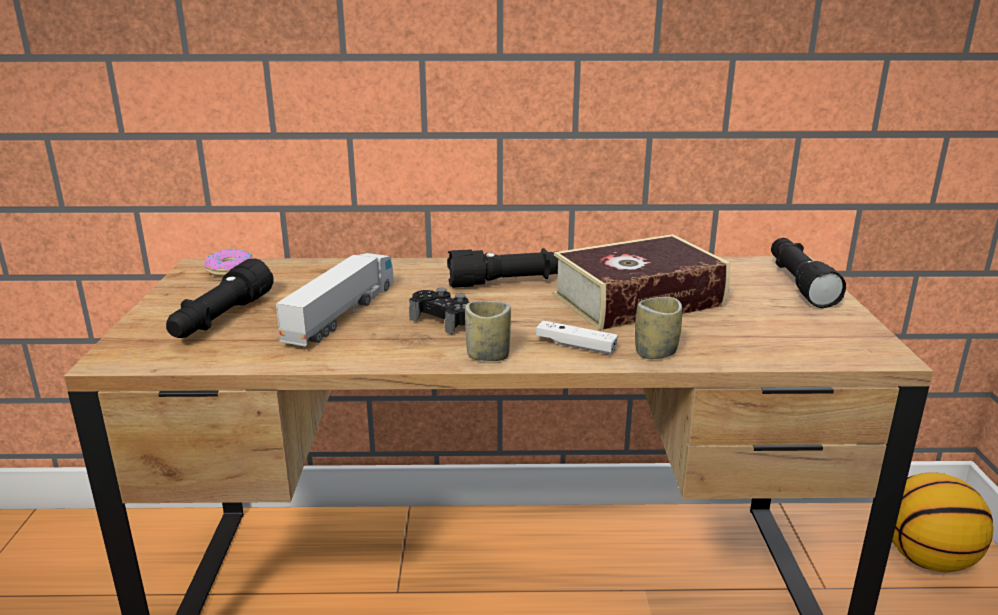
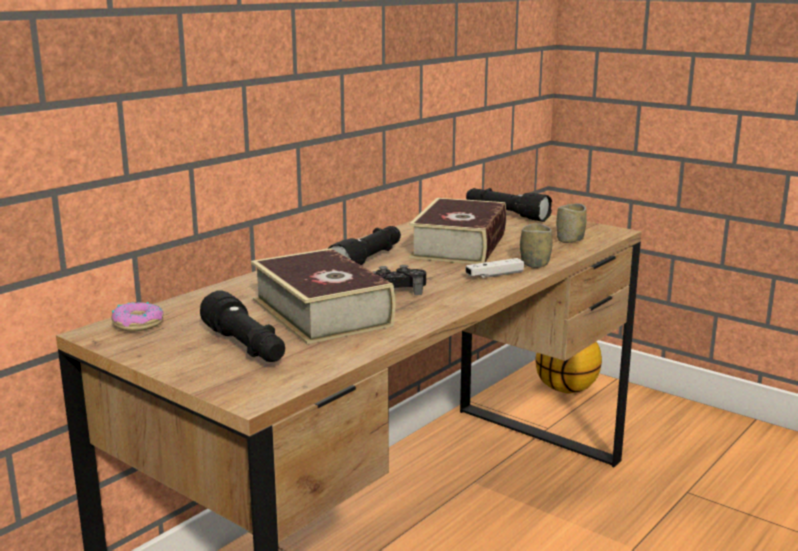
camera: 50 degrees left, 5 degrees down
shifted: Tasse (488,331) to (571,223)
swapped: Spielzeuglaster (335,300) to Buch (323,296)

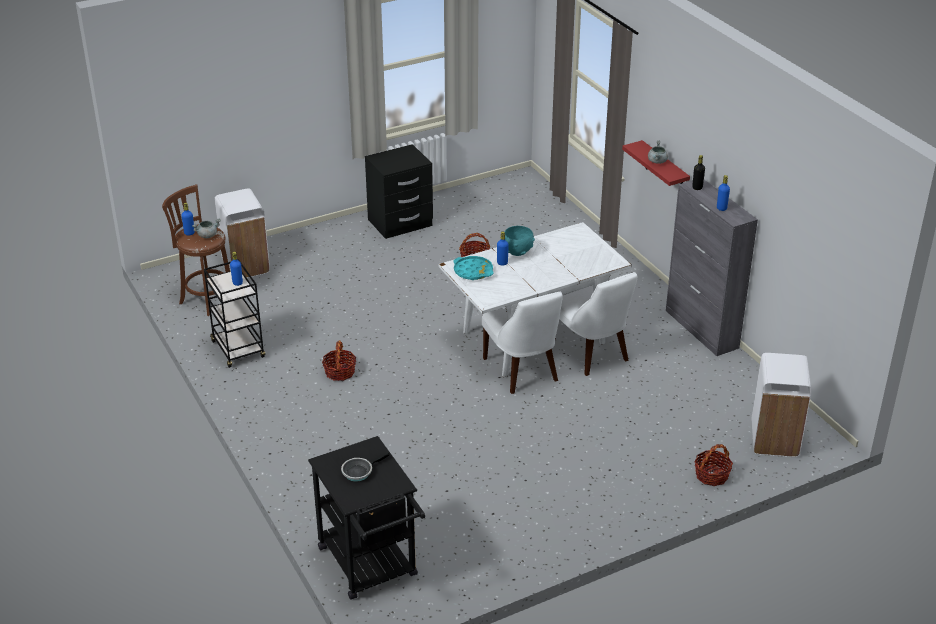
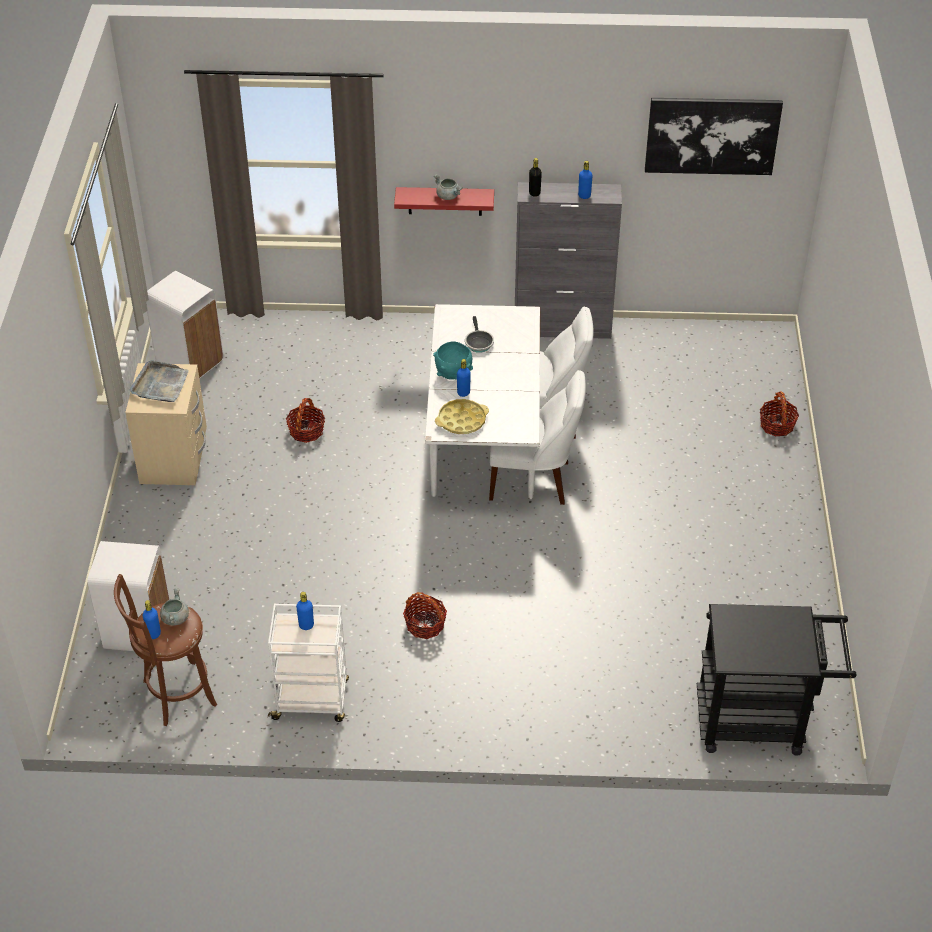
camera: 60 degrees left, 10 degrees up
new: Tablett (grau) (159,381); Bild (714,136)
shifted: Mülleimer (weiß) (781,405) to (184,325); Pfanne (365,467) to (479,334)
repainted: Nachttisch (schwarz) (399,191) to Nachttisch (beige) (166,424); Rollwagen (schwarz) (234,313) to Rollwagen (weiß) (308,663); Tablett (türkis) (474,268) to Tablett (gelb) (462,416)

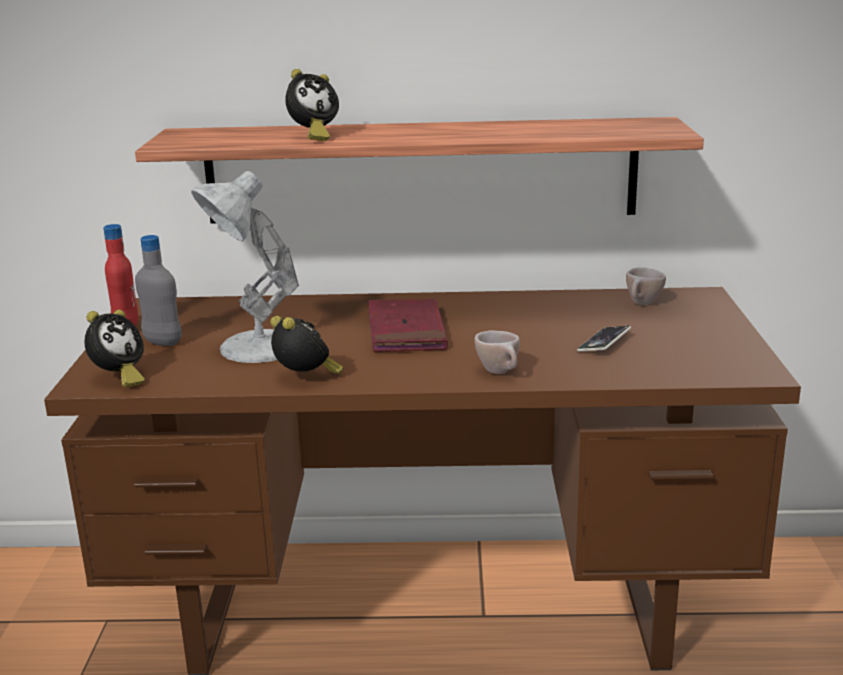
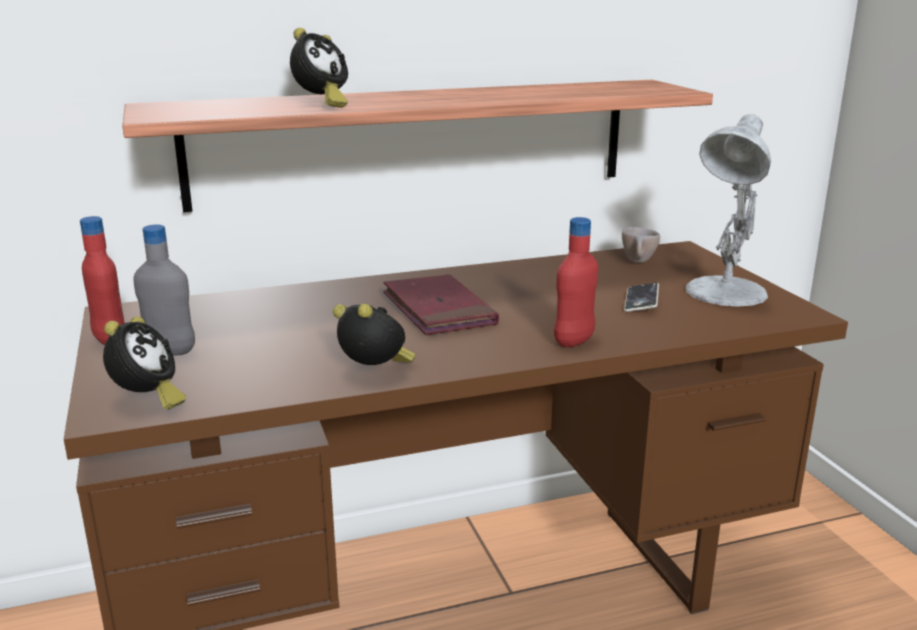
camera: 20 degrees left, 0 degrees up
shifted: Tischlampe (weiß) (245,267) to (728,210)
swapped: Tasse (beige) (497,352) to Flasche (rot) (576,282)

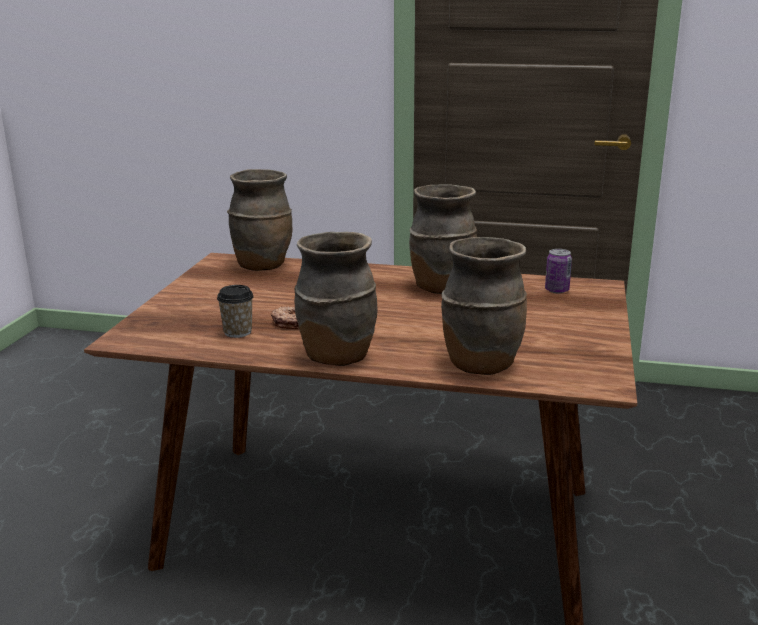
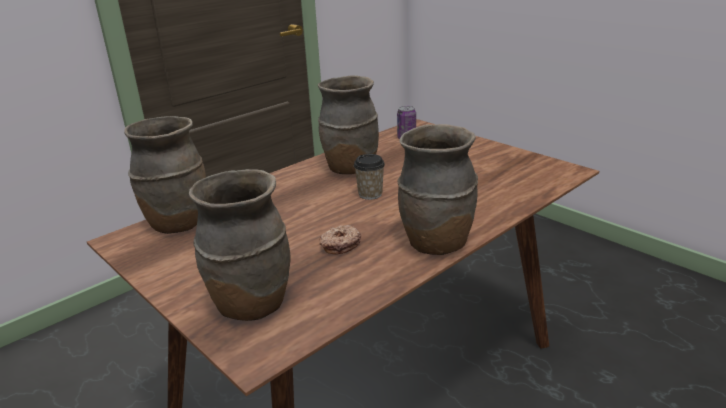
camera: 55 degrees left, 5 degrees up
shifted: Vase (braun) (484,306) to (239,245); Tasse (235,311) to (369,177)

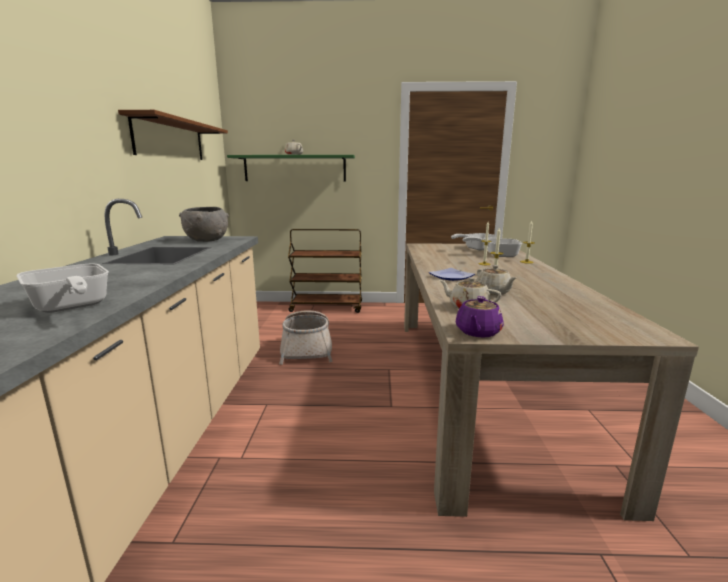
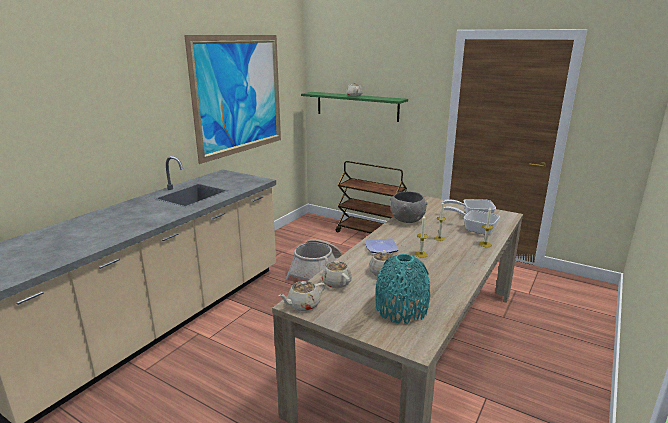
camera: 30 degrees right, 5 degrees up
gone: Pfanne (62,288)
new: Vase (türkis) (402,289)
shifted: Schüssel (grau) (204,224) to (409,207)
swapped: Wandregal (braun) (173,135) to Bild (232,99)
repainted: Teekanne (lila) (480,317) to Teekanne (beige) (301,296)

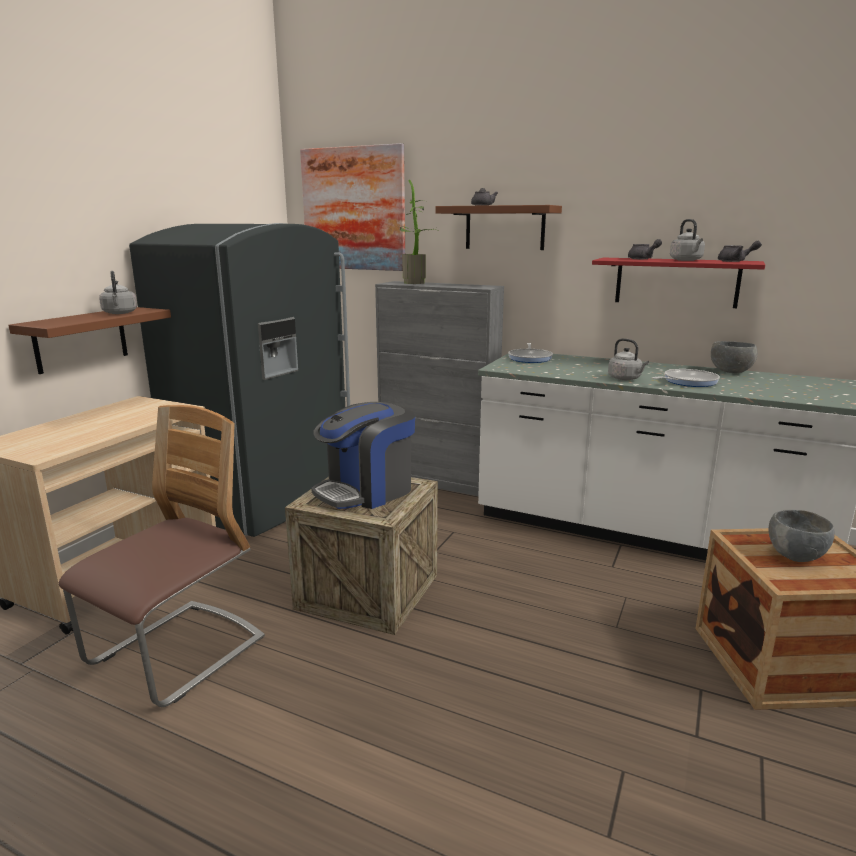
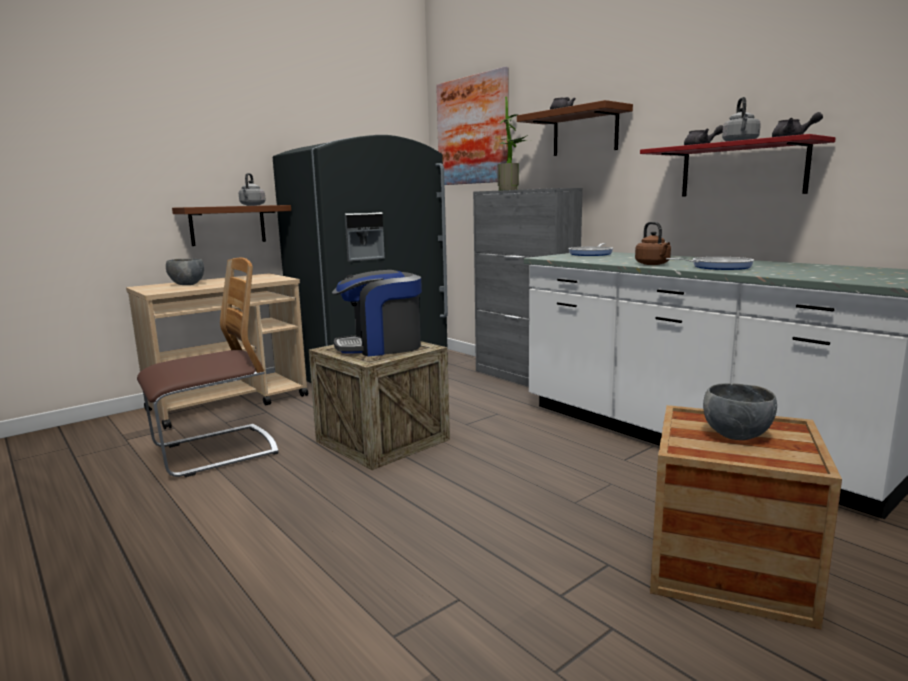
camera: 25 degrees right, 5 degrees down
shifted: Schüssel (grau) (734,357) to (185,272)
repainted: Wasserkessel (grau) (628,359) to Wasserkessel (braun) (653,243)

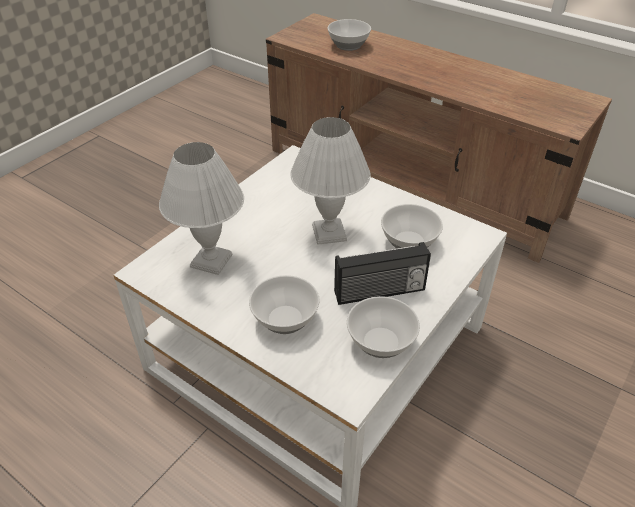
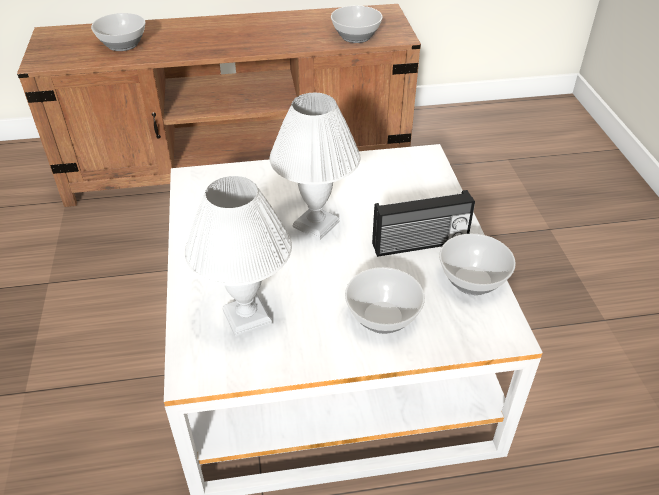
camera: 45 degrees left, 0 degrees up
shifted: Schüssel (412,226) to (357,24)
rotated: Radio (382,273) = (423,223) 45 degrees clockwise

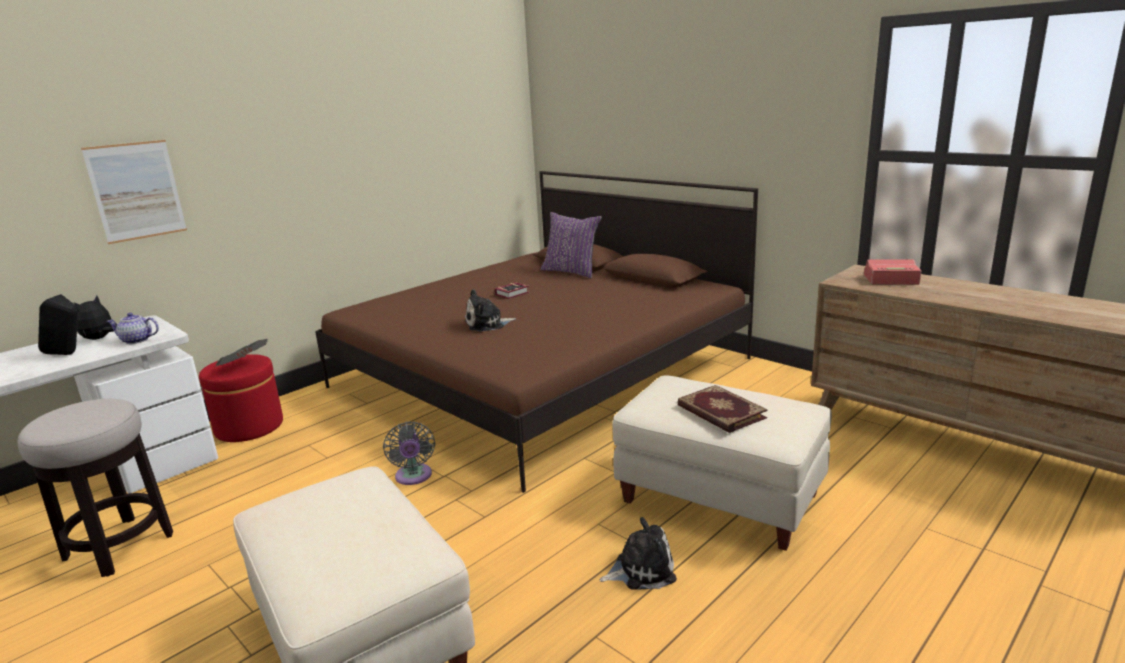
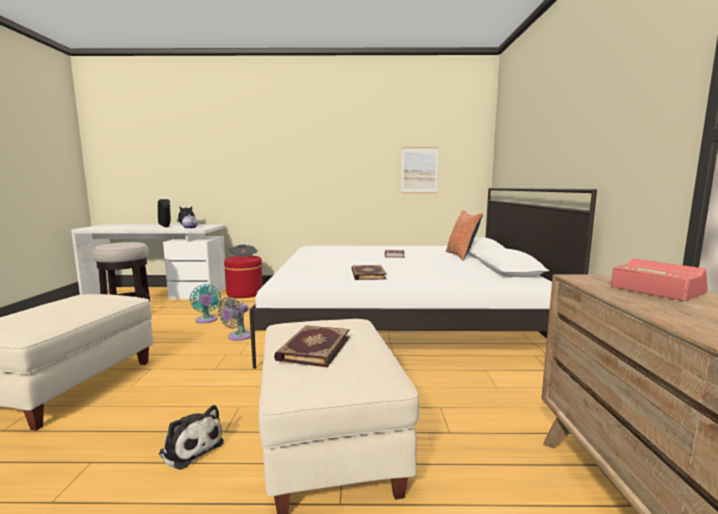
camera: 45 degrees right, 10 degrees down
gone: Plüschtier (490,310)
new: Ventilator (türkis) (205,303); Buch (369,272)
shifted: Bild (134,192) to (420,170)
repainted: Bett (braun) (536,332) to Bett (weiß) (423,278); Kissen (lila) (571,245) to Kissen (orange) (464,236)

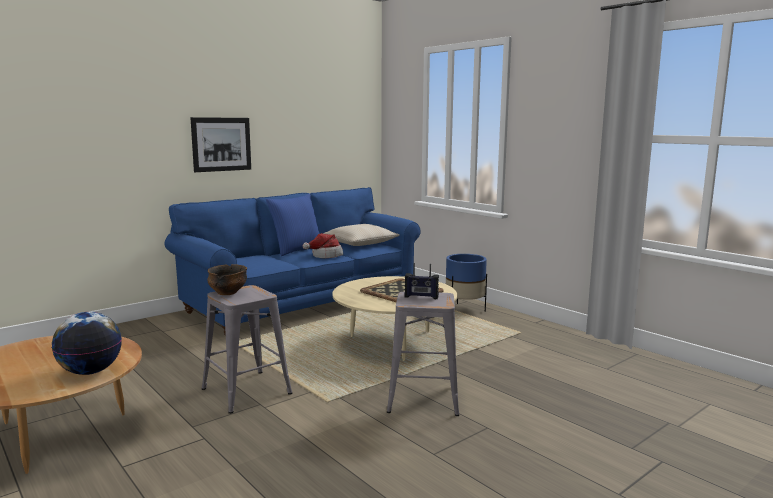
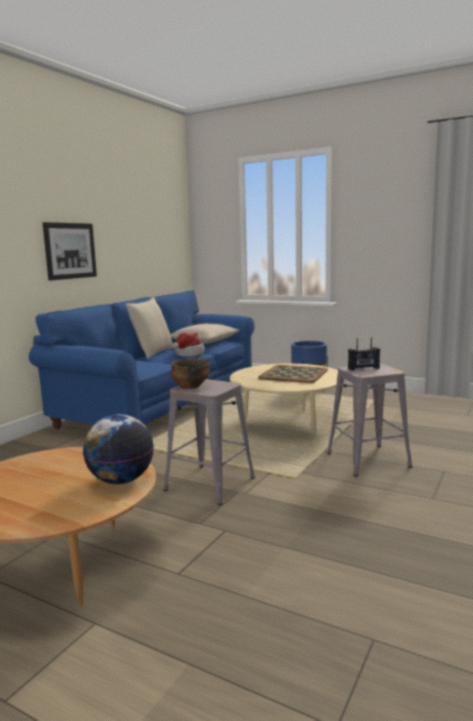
camera: 20 degrees left, 0 degrees up
repainted: Kissen (blau) (293,224) to Kissen (beige) (149,328)

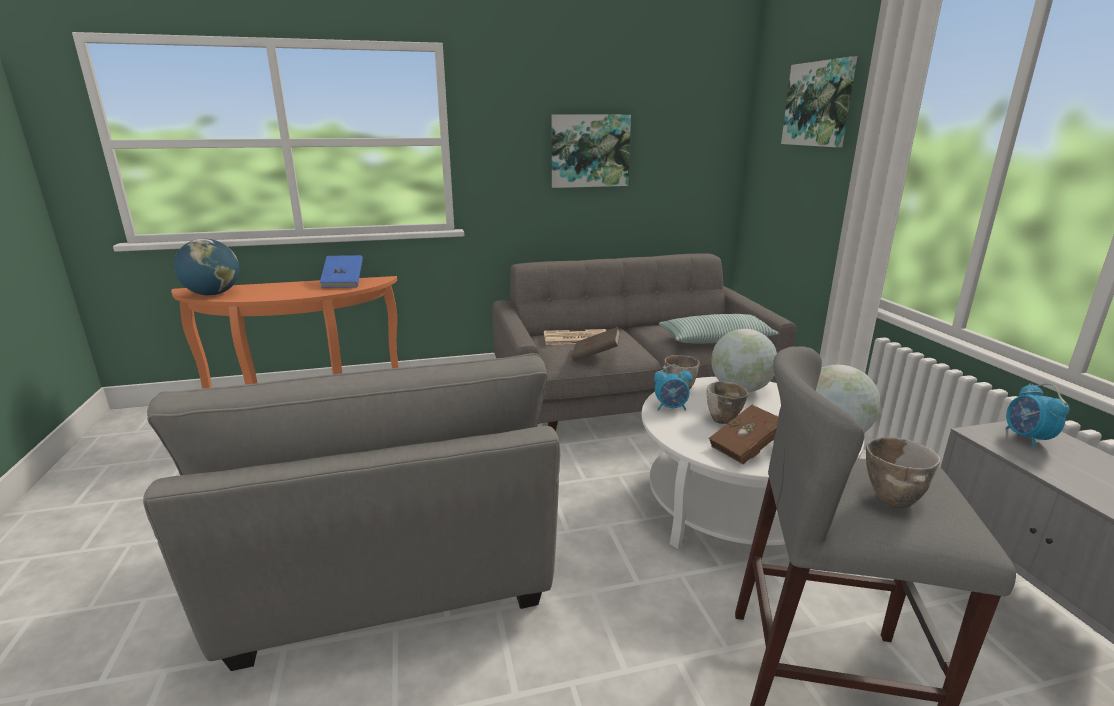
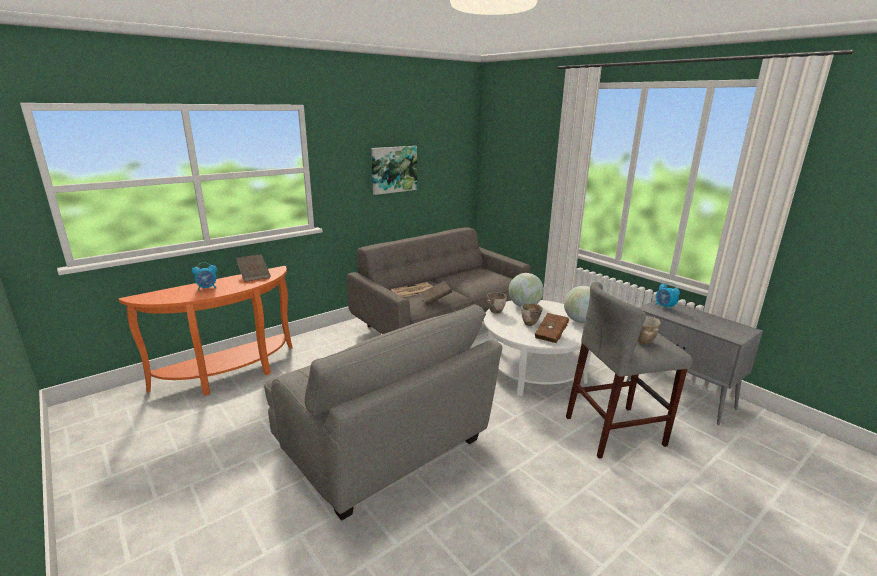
camera: 25 degrees left, 0 degrees up
gone: Globus (206,267); Kissen (719,329); Bild (819,101)
shifted: Wecker (673,387) to (204,276)
repainted: Buch (blau) (341,271) to Buch (braun) (254,268)

